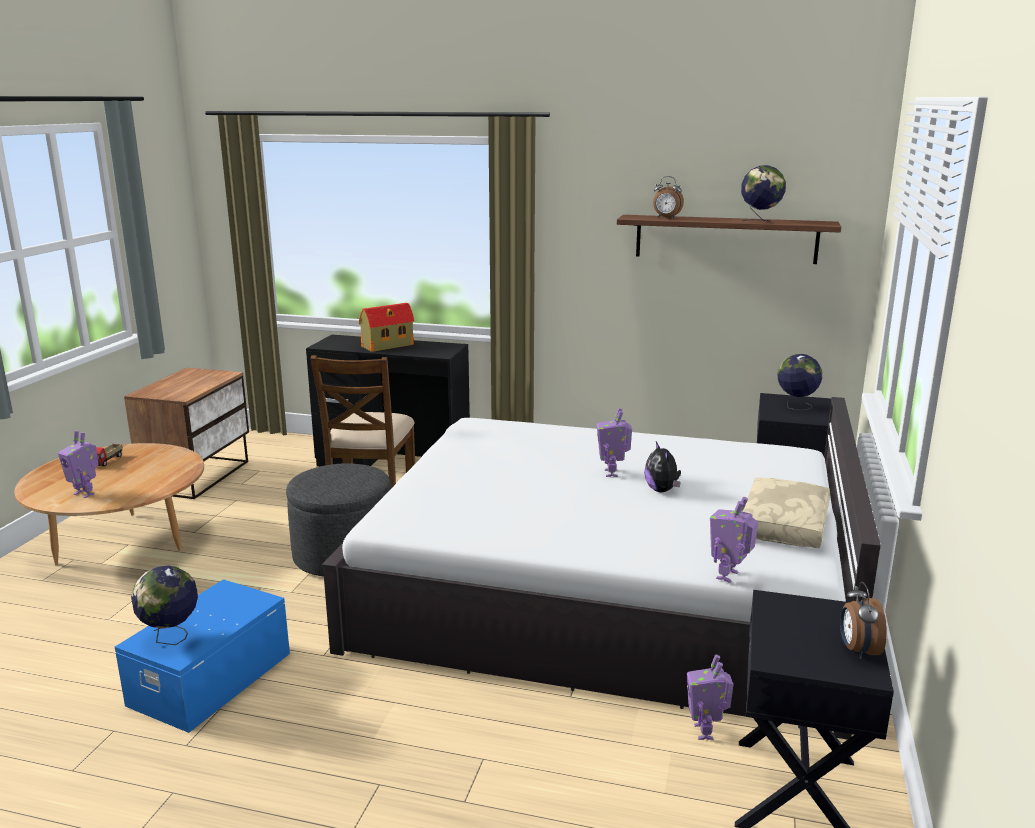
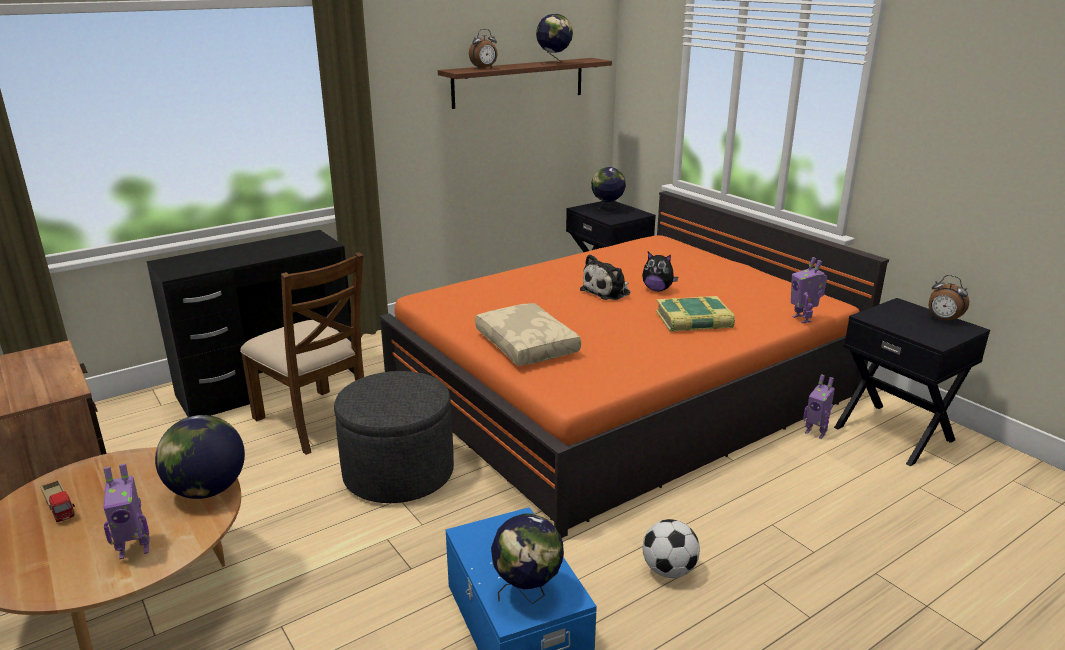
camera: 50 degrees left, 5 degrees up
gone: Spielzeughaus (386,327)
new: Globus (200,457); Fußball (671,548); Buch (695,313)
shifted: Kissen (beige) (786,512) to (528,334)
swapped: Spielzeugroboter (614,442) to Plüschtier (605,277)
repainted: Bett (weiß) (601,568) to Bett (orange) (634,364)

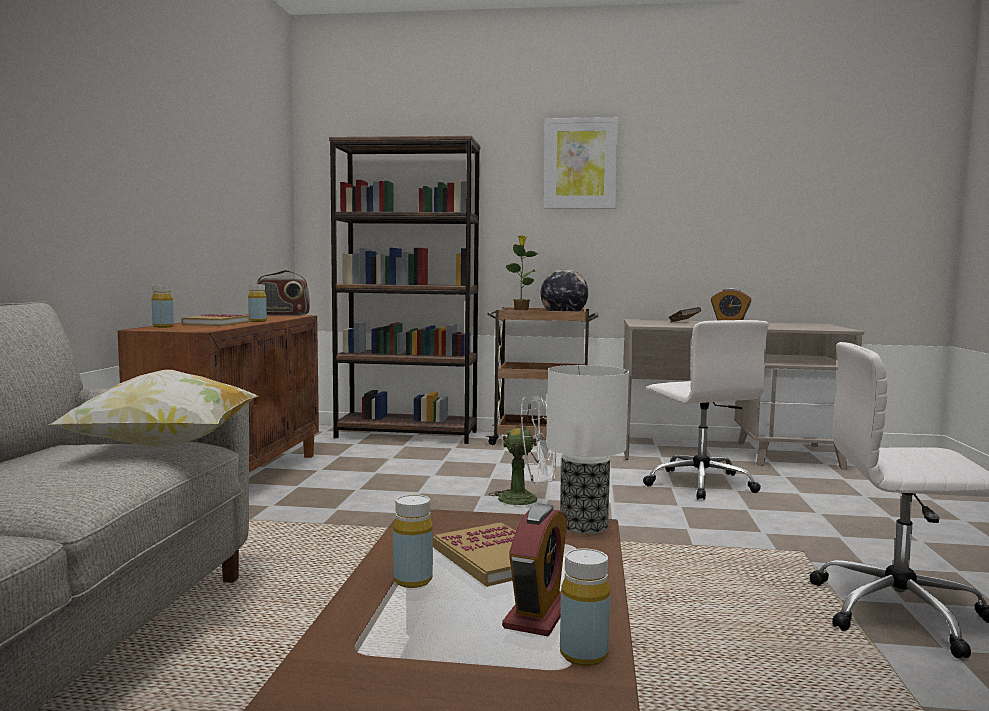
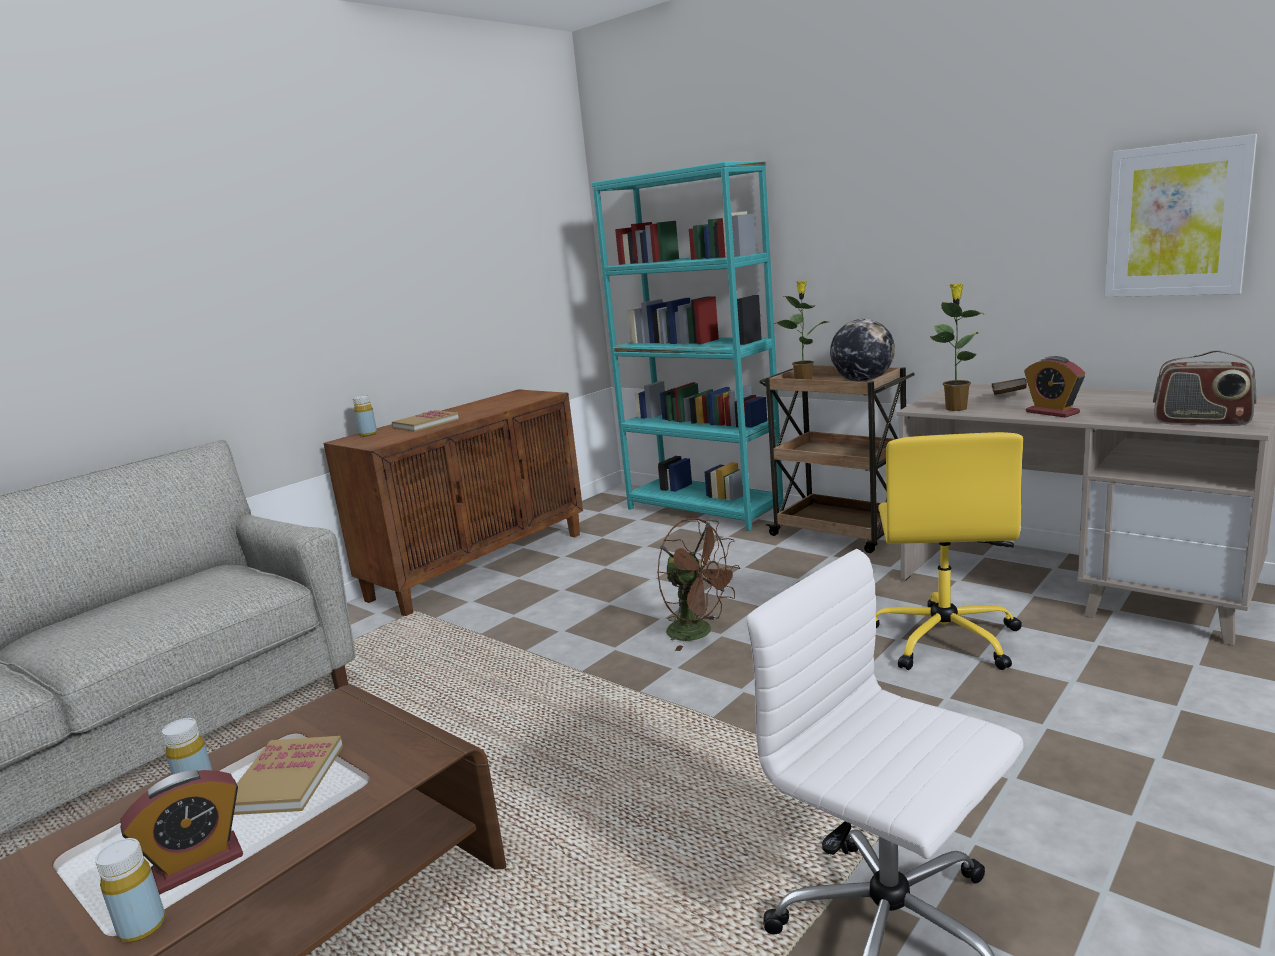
camera: 35 degrees right, 10 degrees up
gone: Kissen (152,409); Flasche (gelb) (257,303); Tischlampe (587,450)
new: Topfpflanze (957,347)
shifted: Bild (581,163) to (1180,215); Radio (283,293) to (1204,388)
repainted: Bücherregal (braun) (404,290) to Bücherregal (türkis) (687,346); Ventilator (weiß) (522,453) to Ventilator (braun) (698,584); Bürostuhl (weiß) (706,410) to Bürostuhl (gelb) (949,551)

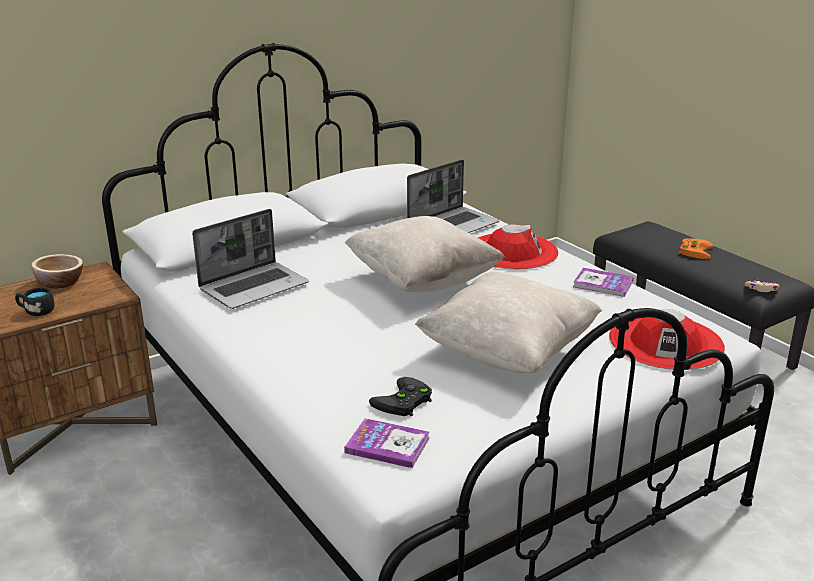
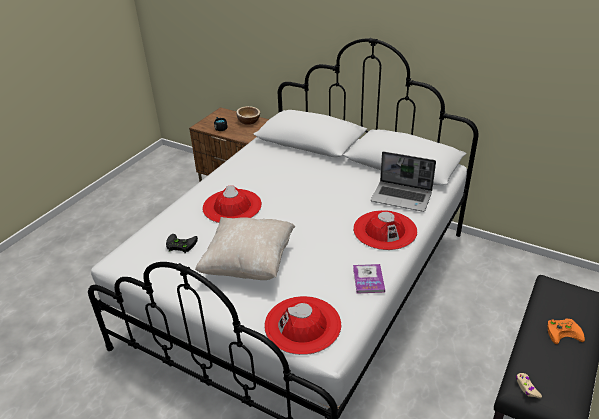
camera: 65 degrees right, 10 degrees up
gone: Laptop (250,259); Buch (387,443); Kissen (beige) (425,254)
new: Hut (rot) (232,204)

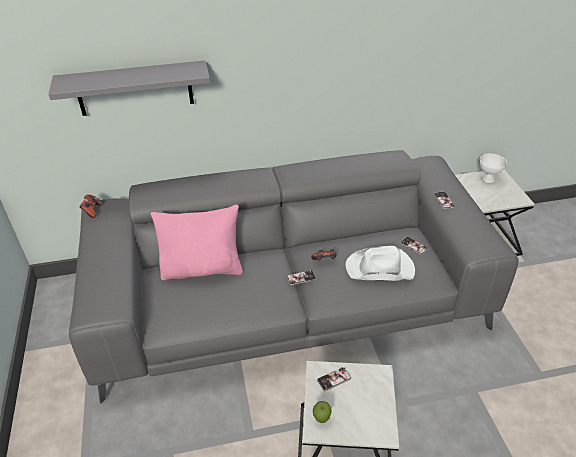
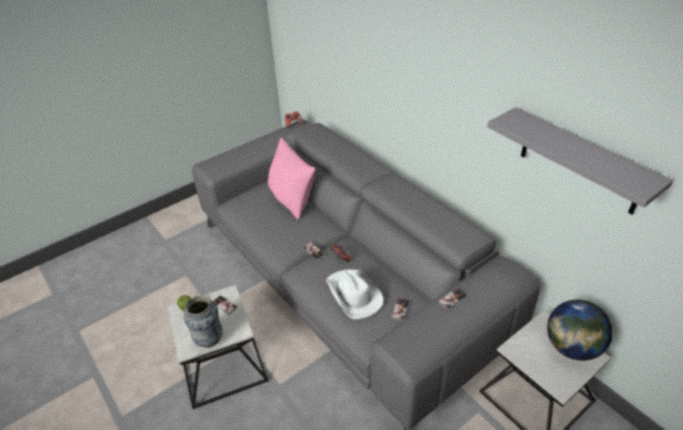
camera: 65 degrees right, 0 degrees up
new: Vase (203,321)
shifted: Wandregal (grau) (129,88) to (580,161)
swapped: Schüssel (weiß) (493,168) to Globus (580,330)

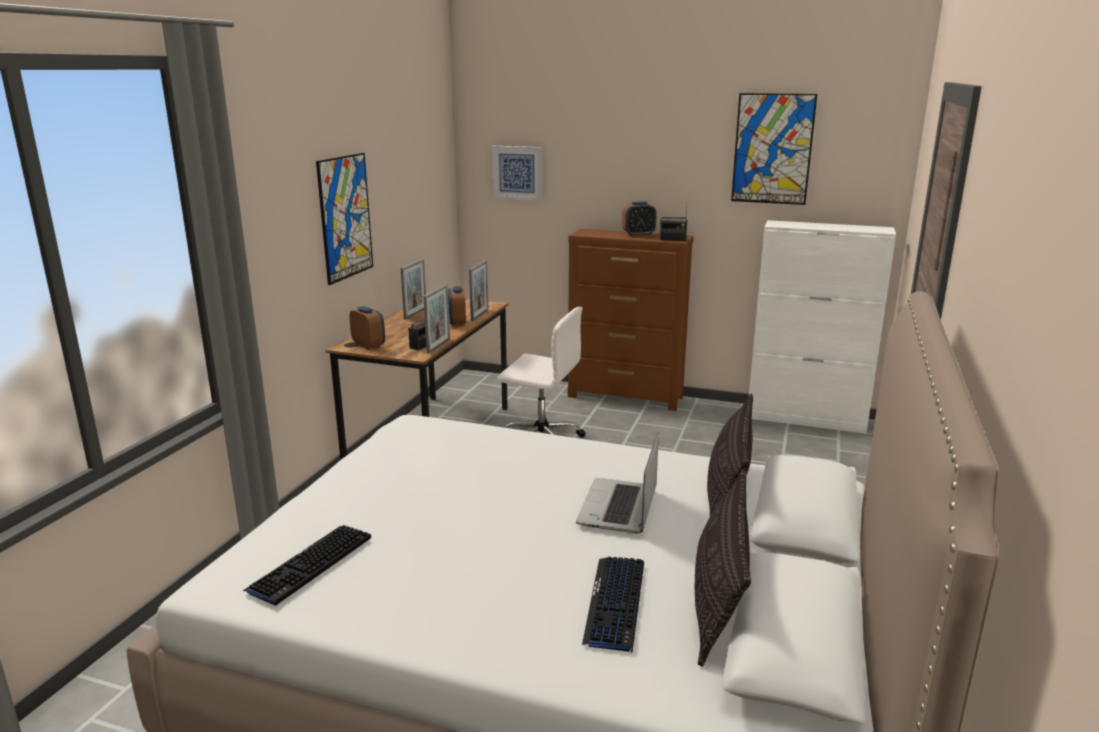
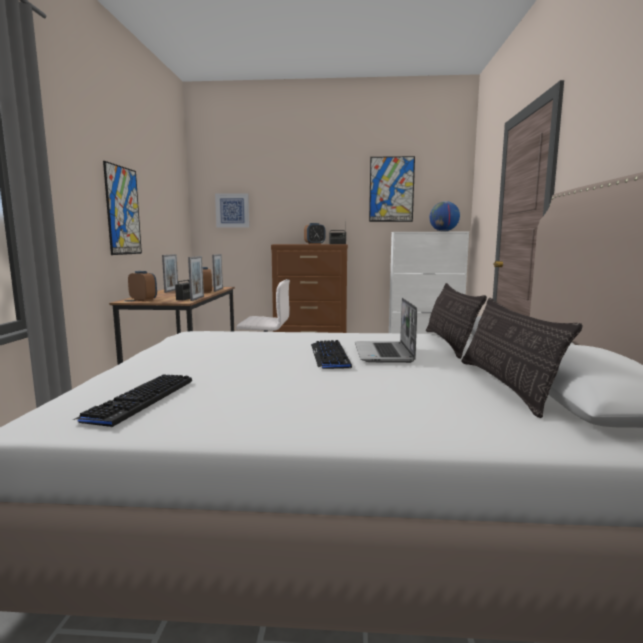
camera: 15 degrees left, 10 degrees down
new: Globus (444,216)
shifted: Tastatur (613,605) to (331,354)

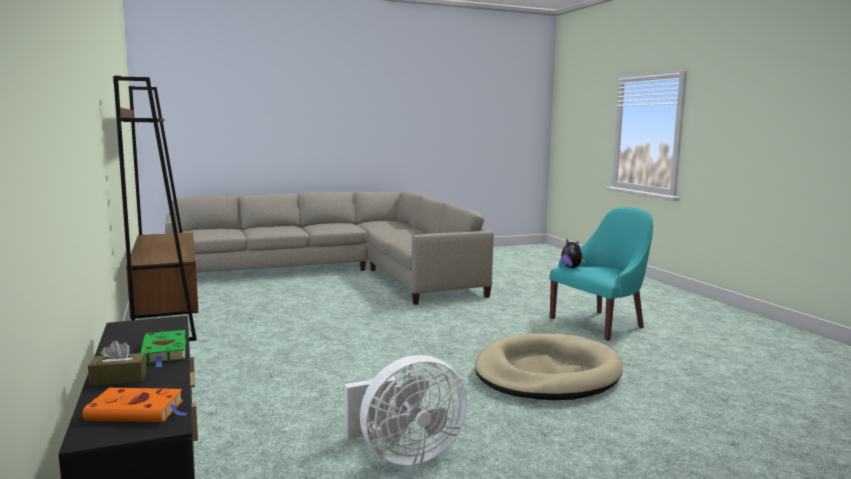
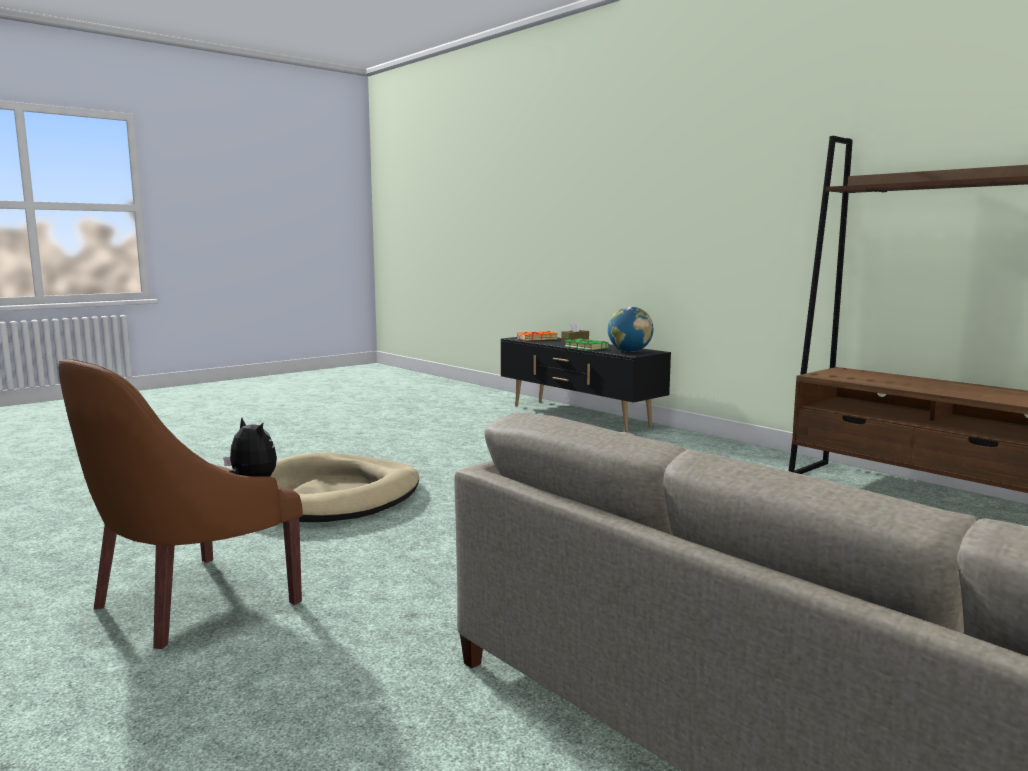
camera: 160 degrees right, 0 degrees up
gone: Ventilator (weiß) (405,410)
new: Globus (630,329)
repainted: Sessel (türkis) (601,274) to Sessel (braun) (180,504)

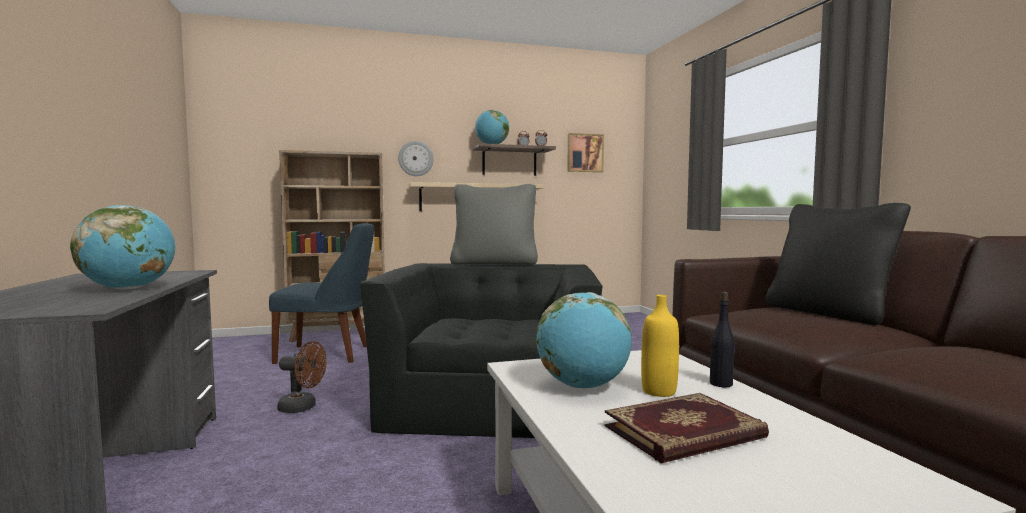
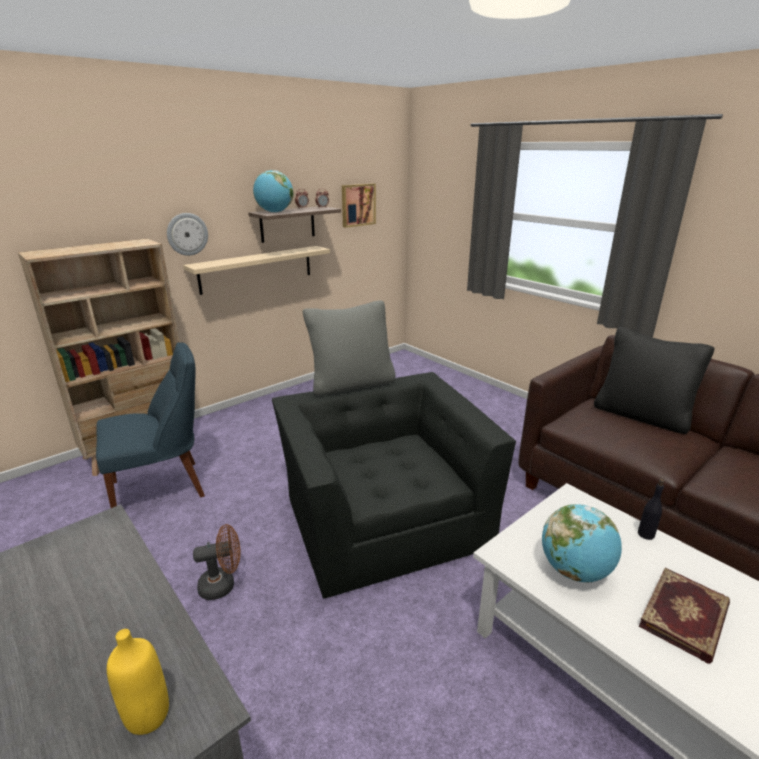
camera: 25 degrees left, 20 degrees up
gone: Globus (122,247)
shifted: Flasche (gelb) (660,346) to (138,682)

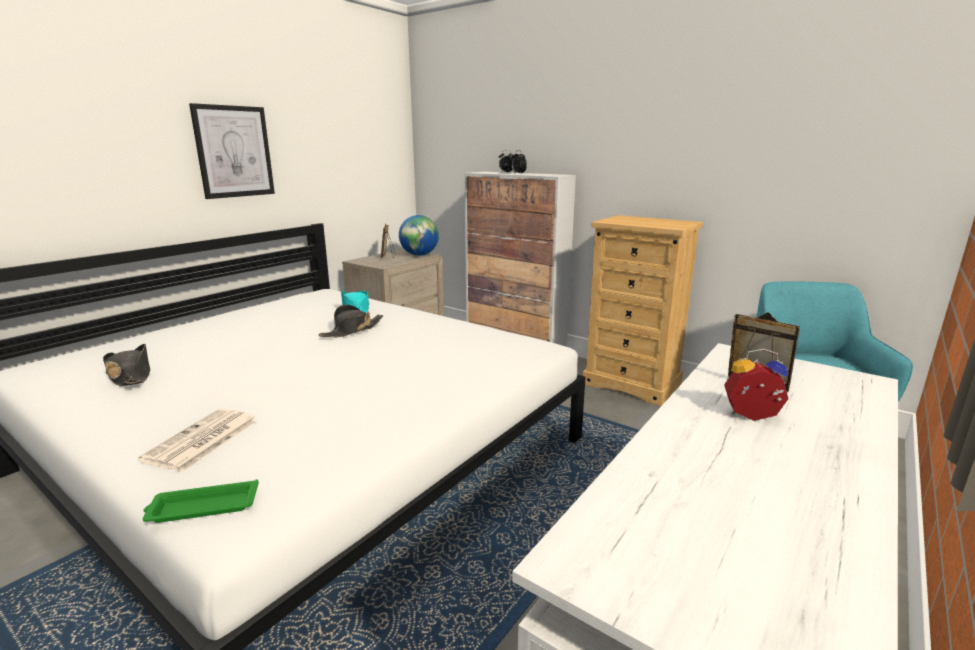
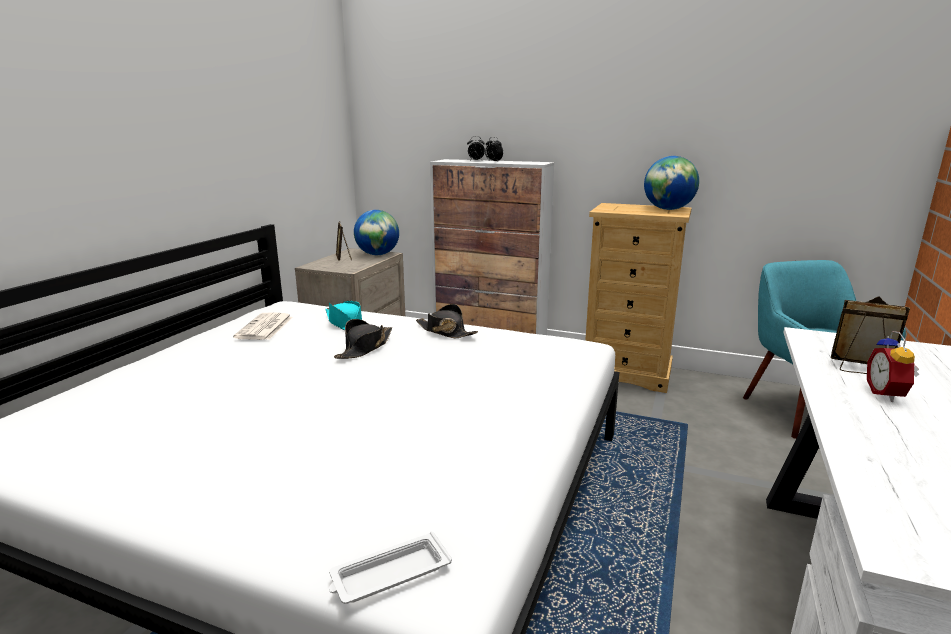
camera: 15 degrees left, 0 degrees up
gone: Bild (232,151)
new: Globus (671,183)
shifted: Zeitung (198,440) to (263,326); Hut (schwarz) (126,365) to (447,321)
repainted: Tablett (grün) (200,501) to Tablett (weiß) (390,568)
rotated: Wecker (756,385) = (893,366) 75 degrees counterclockwise

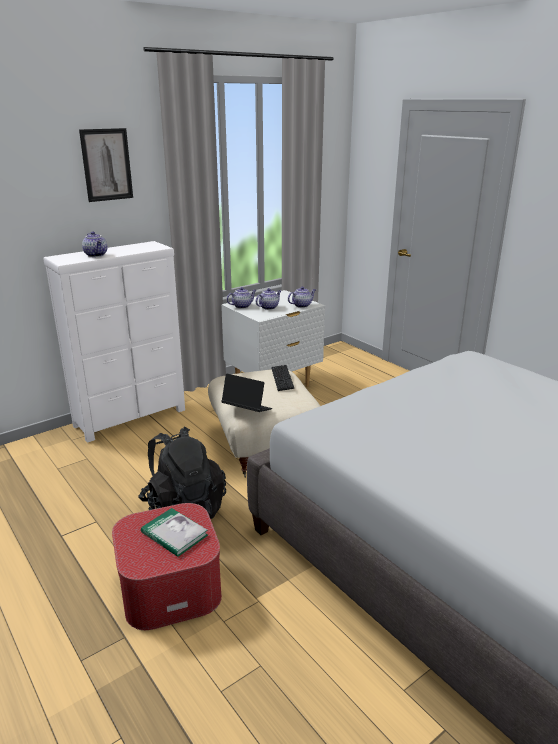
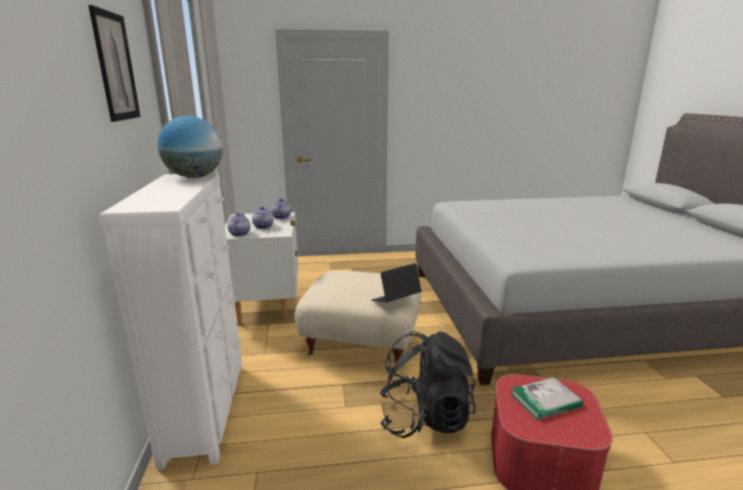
camera: 60 degrees left, 5 degrees down
gone: Teekanne (94,244); Tastatur (282,378)
new: Globus (190,147)

